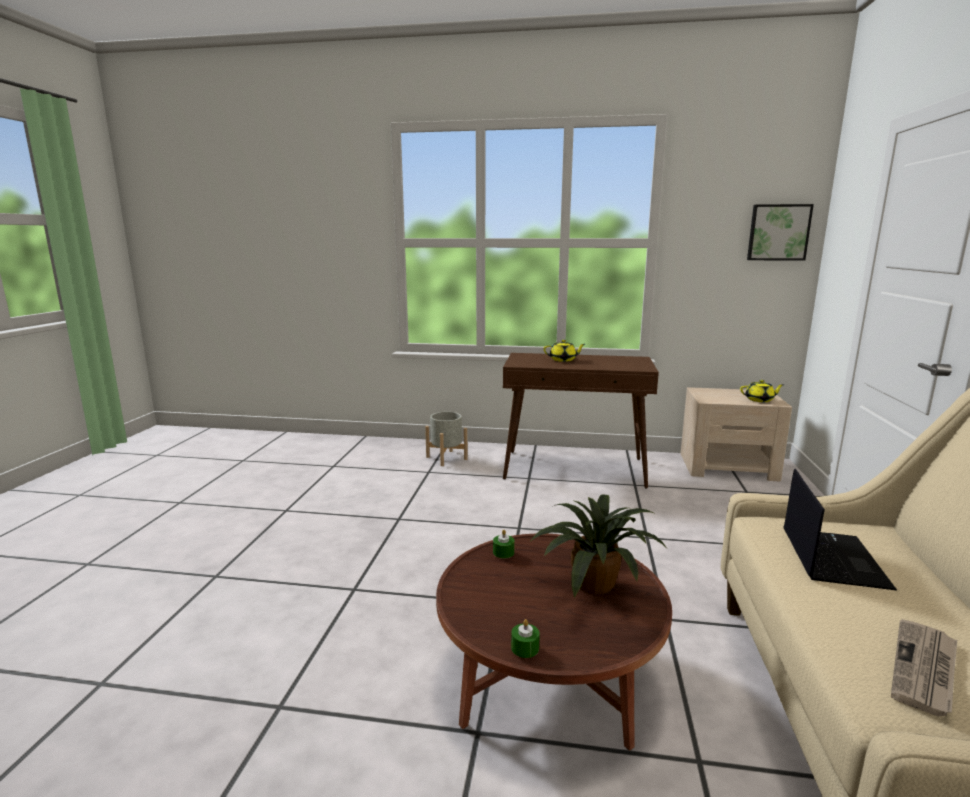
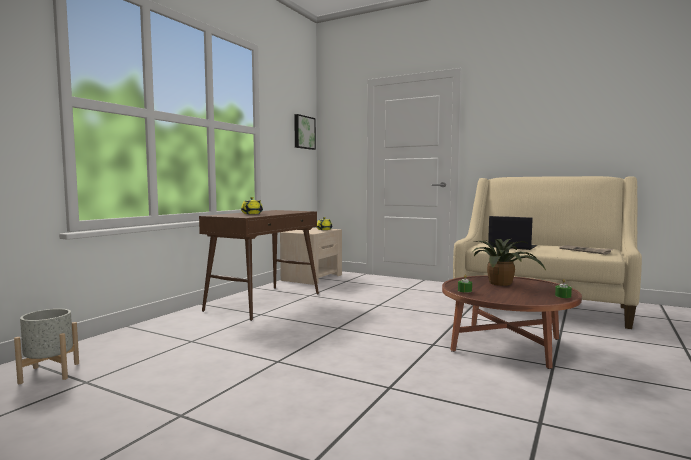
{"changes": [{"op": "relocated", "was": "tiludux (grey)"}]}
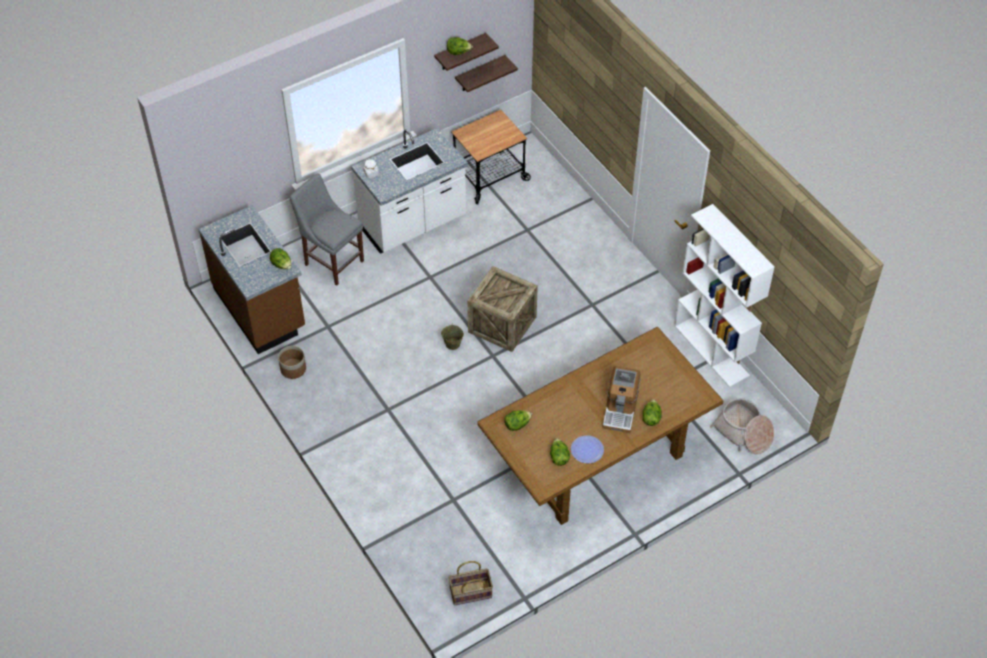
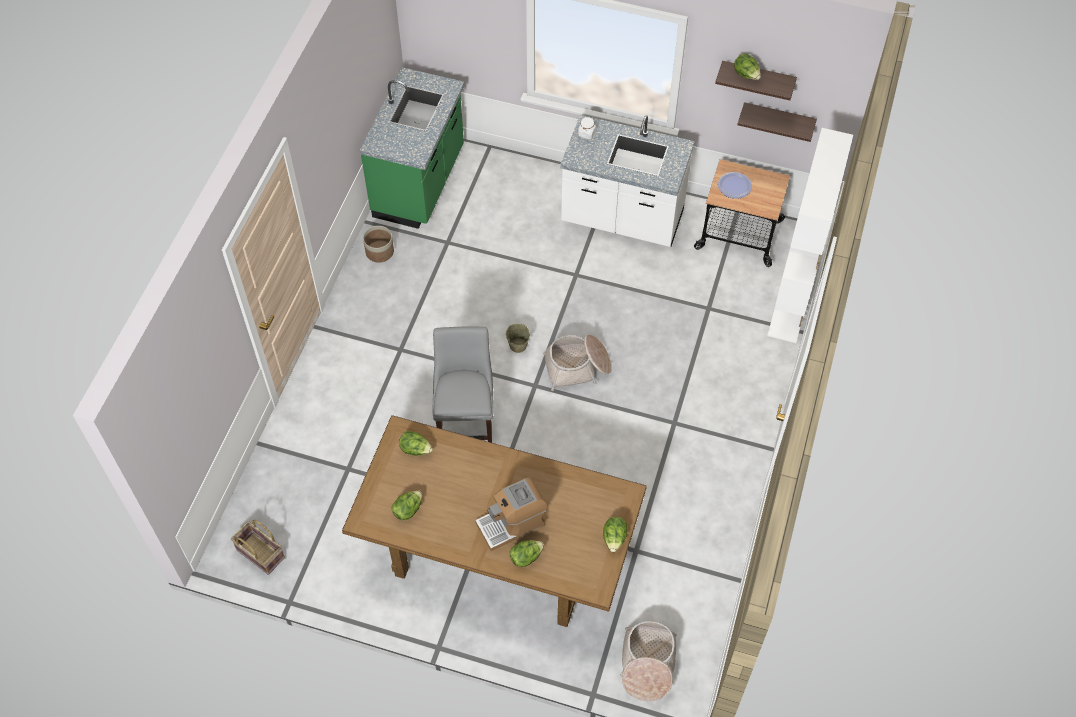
{"changes": [{"op": "relocated", "was": "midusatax (no. 1 from left in the first image)", "now": "midusatax (no. 4 from left)"}, {"op": "relocated", "was": "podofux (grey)"}, {"op": "relocated", "was": "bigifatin"}, {"op": "relocated", "was": "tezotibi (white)"}, {"op": "exchanged", "was": "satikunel", "now": "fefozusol (no. 2 from left)"}, {"op": "colour", "was": "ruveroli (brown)", "now": "ruveroli (green)"}]}
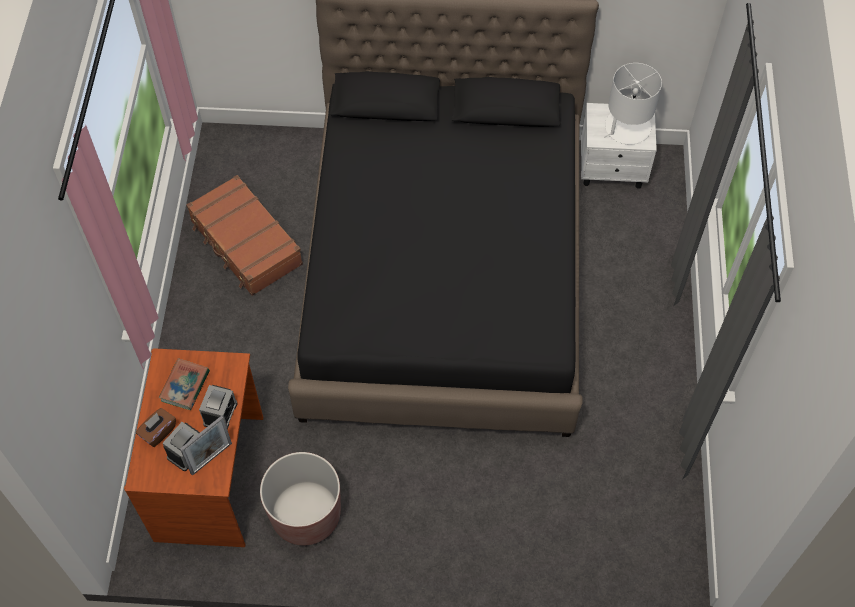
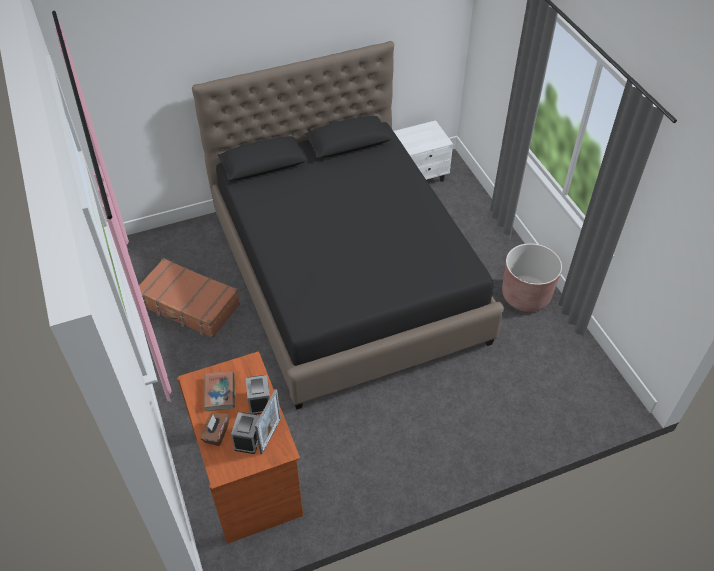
{"changes": [{"op": "missing", "was": "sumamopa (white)"}, {"op": "relocated", "was": "tiludux (brown)"}]}
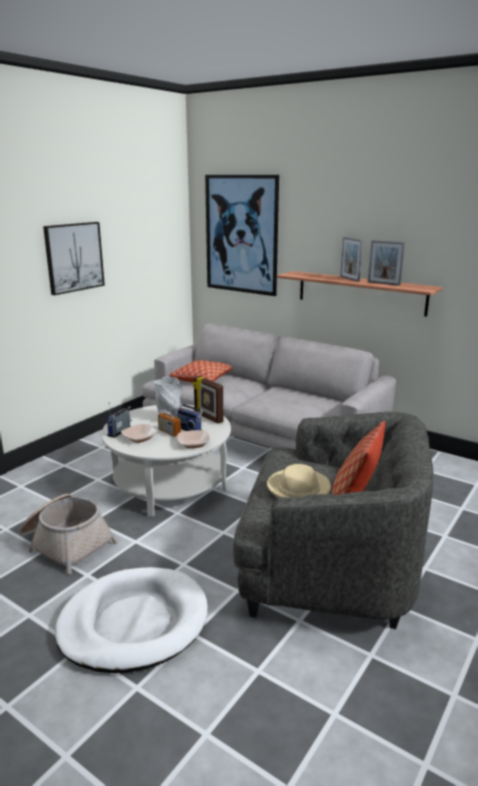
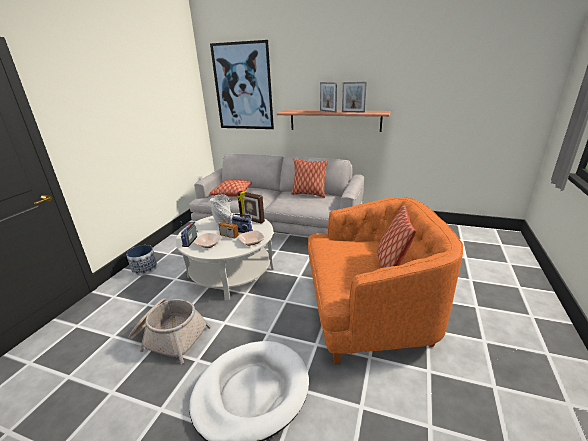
{"changes": [{"op": "missing", "was": "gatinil (no. 1 from left)"}, {"op": "missing", "was": "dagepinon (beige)"}, {"op": "appeared", "now": "tiludux"}, {"op": "appeared", "now": "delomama (no. 2 from left)"}, {"op": "colour", "was": "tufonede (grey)", "now": "tufonede (orange)"}]}
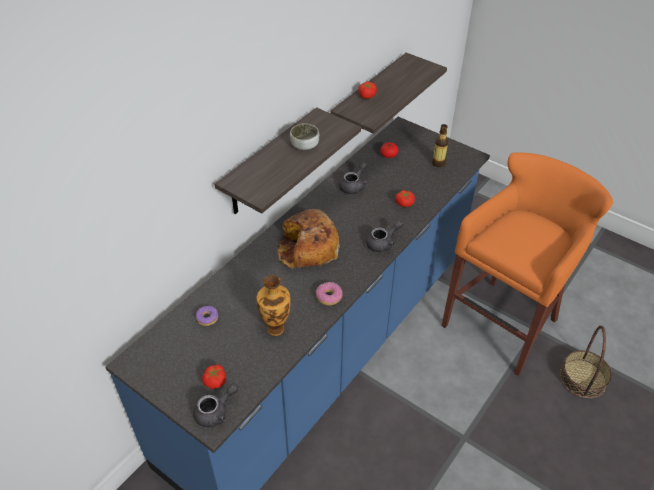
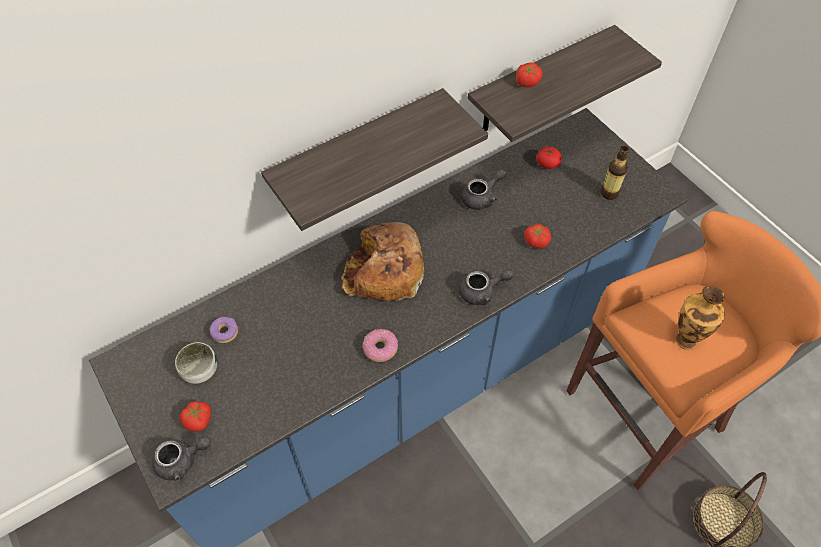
{"changes": [{"op": "relocated", "was": "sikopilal"}, {"op": "relocated", "was": "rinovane"}]}
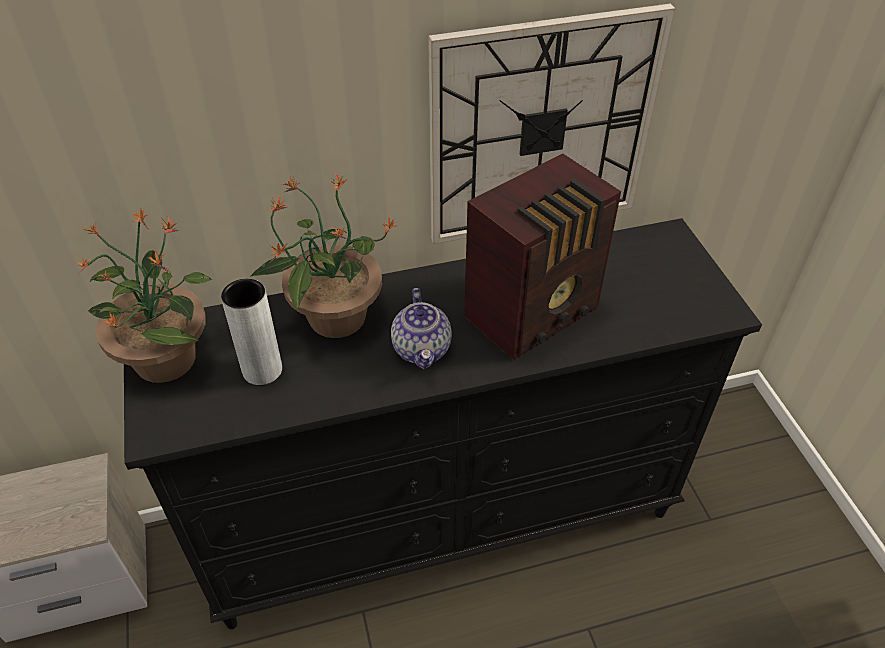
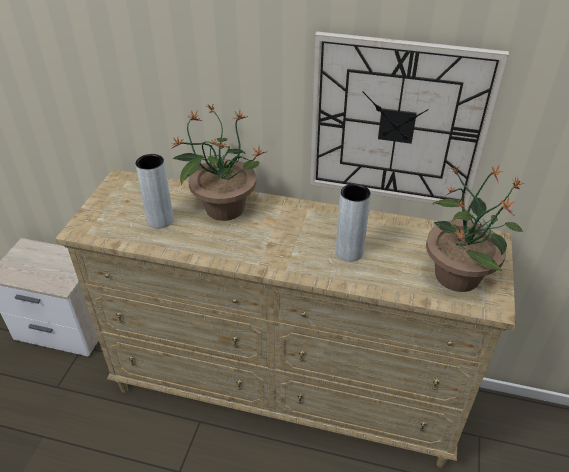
{"changes": [{"op": "missing", "was": "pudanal"}, {"op": "relocated", "was": "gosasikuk (no. 1 from left in the first image)", "now": "gosasikuk (no. 2 from left)"}, {"op": "exchanged", "was": "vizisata", "now": "sikopilal (grey) (no. 2 from left)"}, {"op": "colour", "was": "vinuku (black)", "now": "vinuku (beige)"}]}
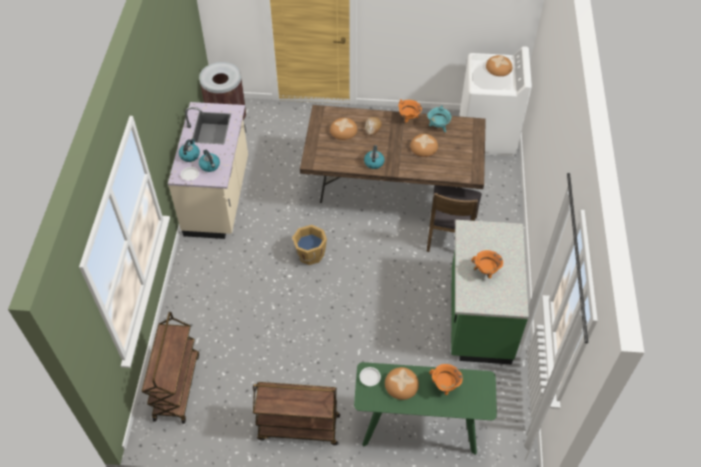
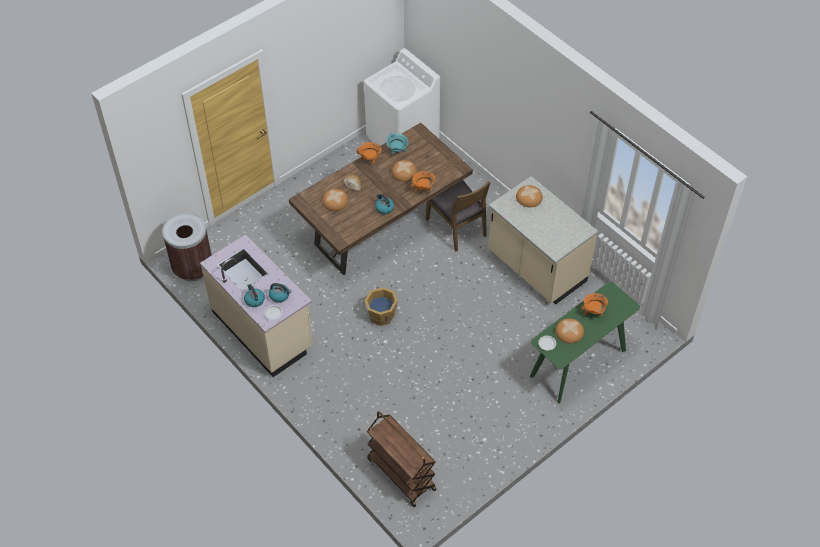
{"changes": [{"op": "missing", "was": "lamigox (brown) (no. 2 from left)"}, {"op": "relocated", "was": "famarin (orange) (no. 3 from left in the first image)", "now": "famarin (orange) (no. 2 from left)"}, {"op": "relocated", "was": "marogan (no. 5 from left in the first image)", "now": "marogan (no. 4 from left)"}, {"op": "colour", "was": "ruveroli (green)", "now": "ruveroli (beige) (no. 2 from left)"}]}
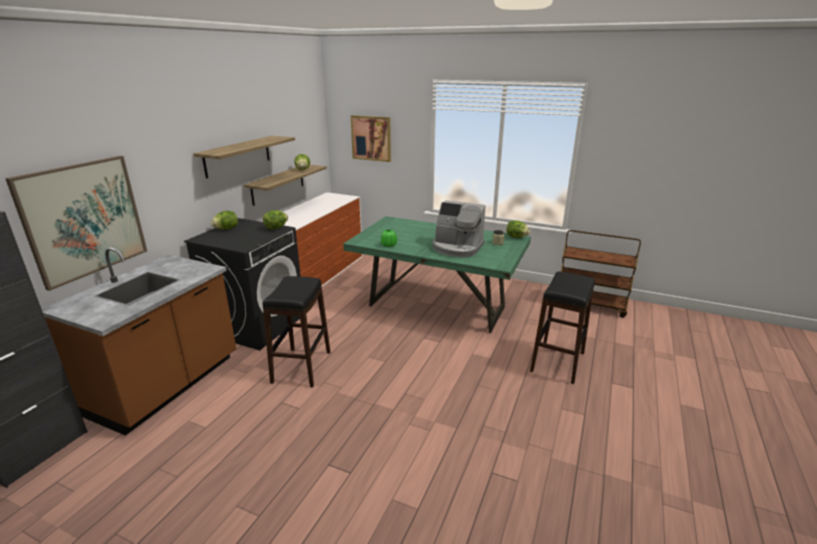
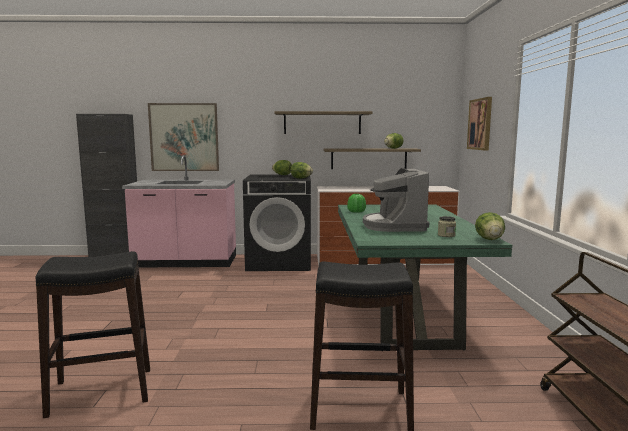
{"changes": [{"op": "relocated", "was": "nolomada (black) (no. 1 from left)"}, {"op": "colour", "was": "ruveroli (brown)", "now": "ruveroli (pink)"}]}
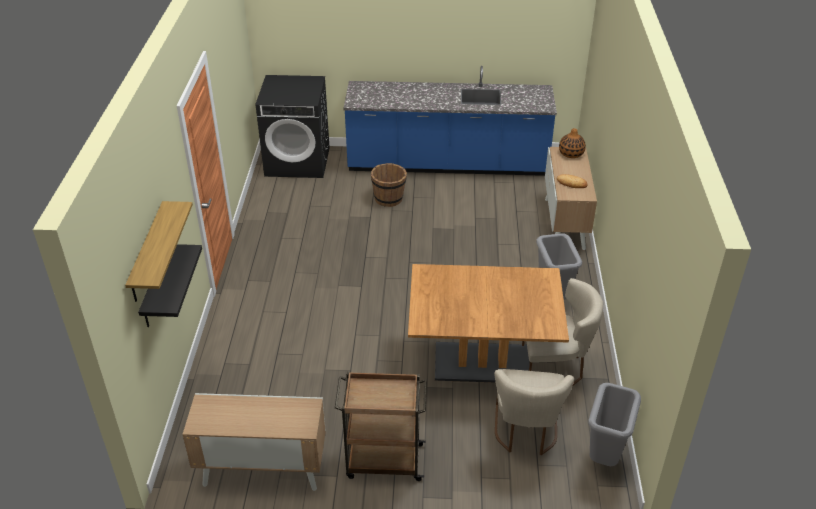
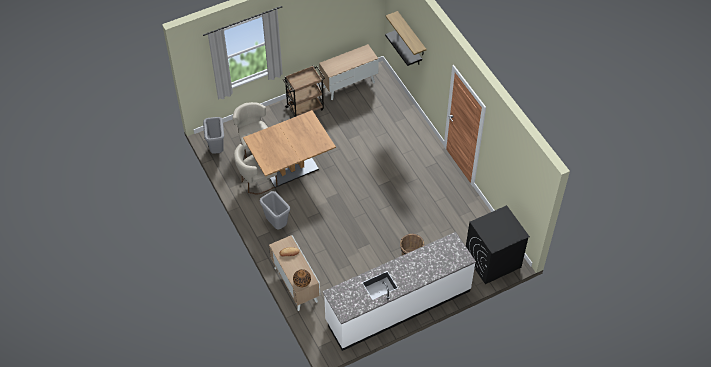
{"changes": [{"op": "colour", "was": "ruveroli (blue)", "now": "ruveroli (white)"}]}
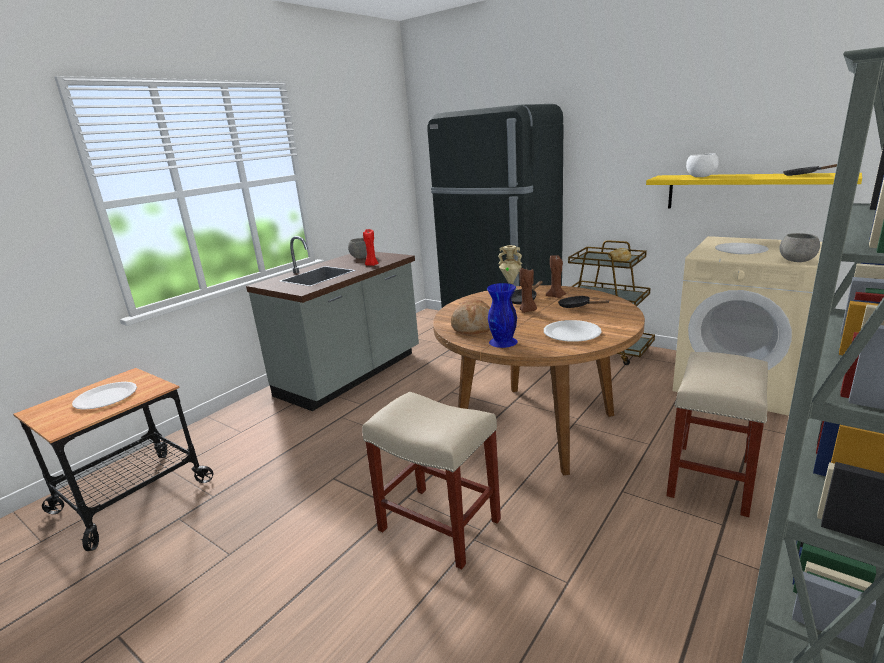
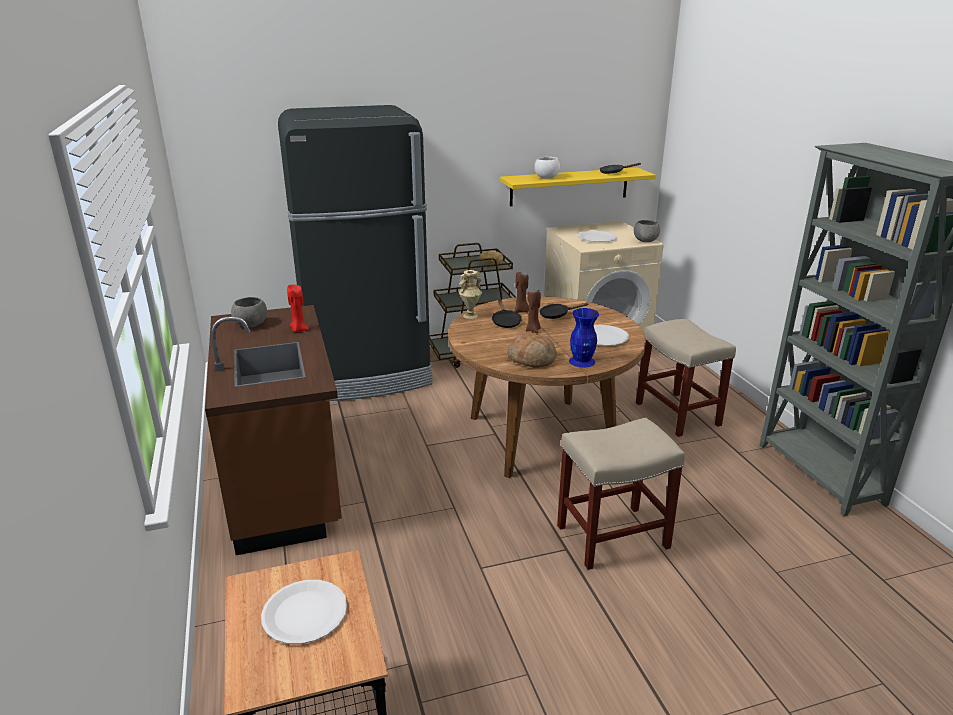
{"changes": [{"op": "colour", "was": "ruveroli (grey)", "now": "ruveroli (brown)"}]}
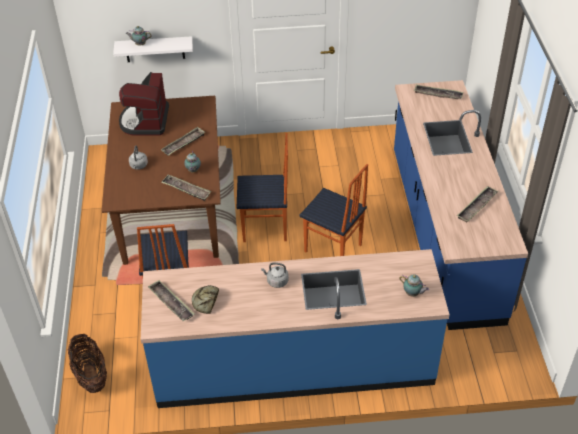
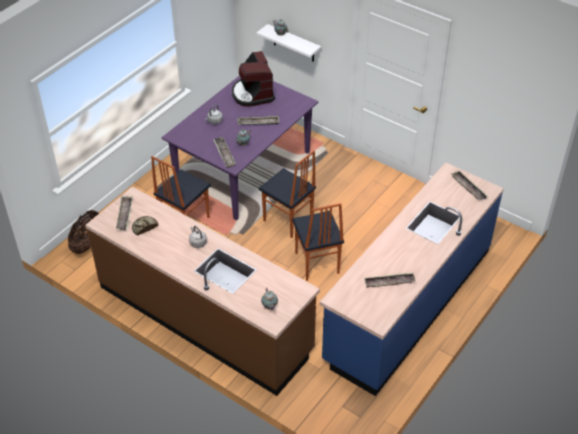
{"changes": [{"op": "colour", "was": "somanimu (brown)", "now": "somanimu (purple)"}, {"op": "colour", "was": "ruveroli (blue) (no. 1 from left)", "now": "ruveroli (brown)"}, {"op": "spun", "was": "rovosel", "clockwise": -60}]}
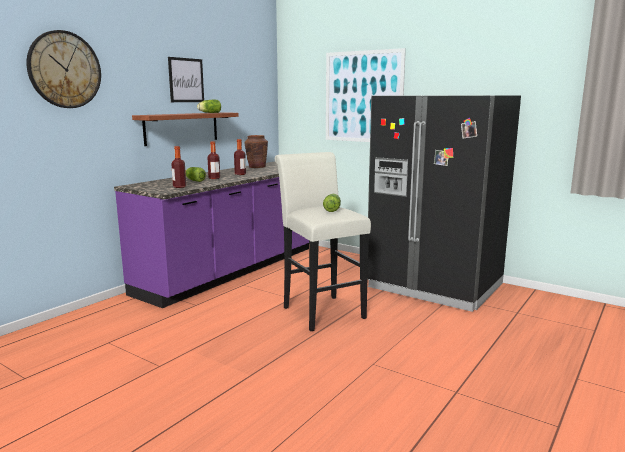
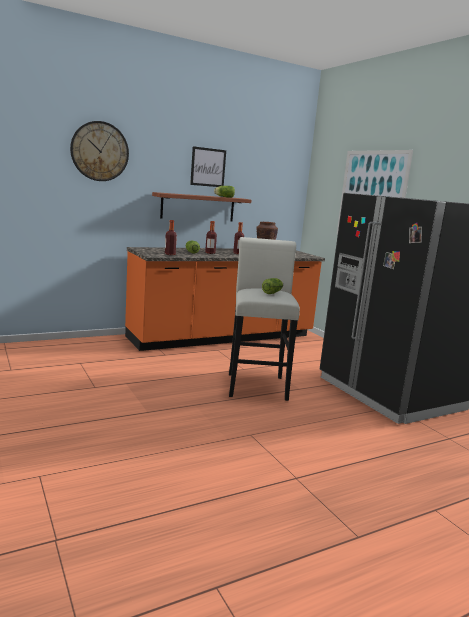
{"changes": [{"op": "colour", "was": "ruveroli (purple)", "now": "ruveroli (orange)"}]}
